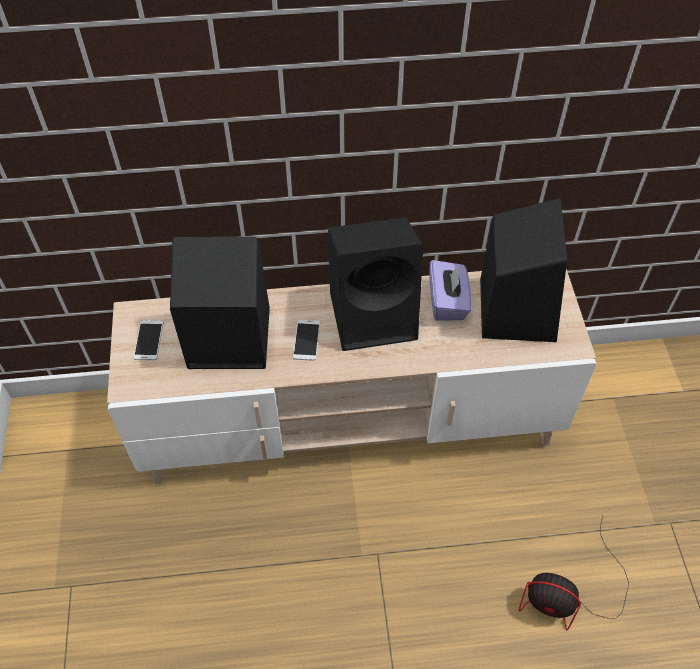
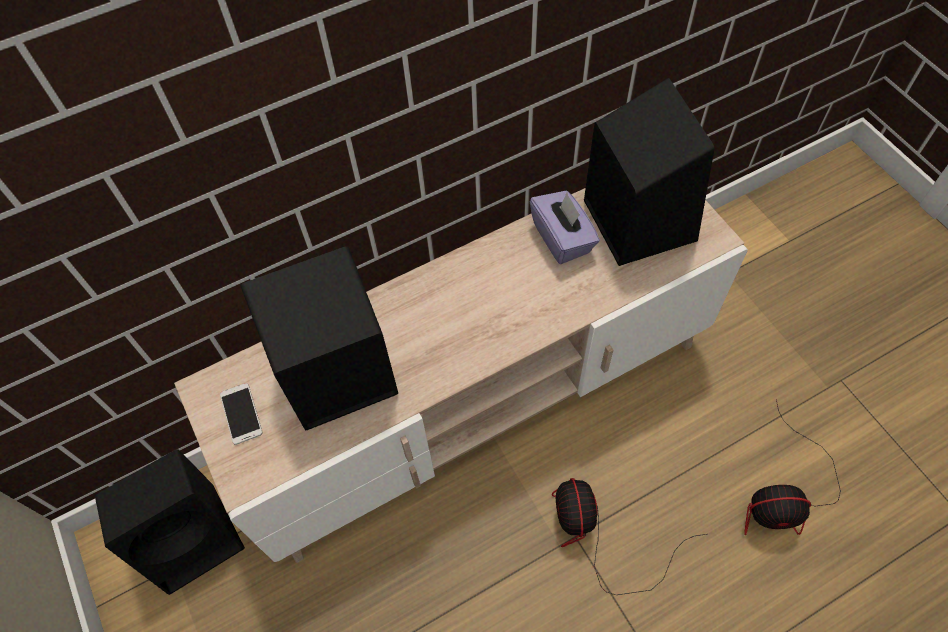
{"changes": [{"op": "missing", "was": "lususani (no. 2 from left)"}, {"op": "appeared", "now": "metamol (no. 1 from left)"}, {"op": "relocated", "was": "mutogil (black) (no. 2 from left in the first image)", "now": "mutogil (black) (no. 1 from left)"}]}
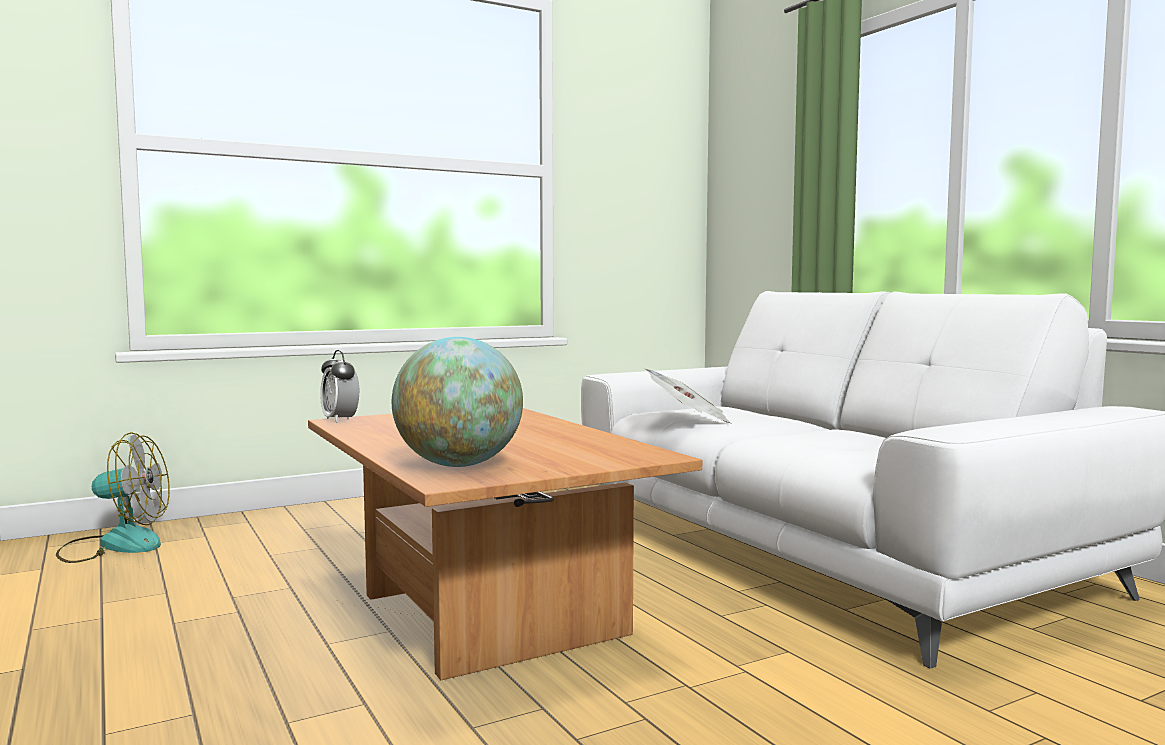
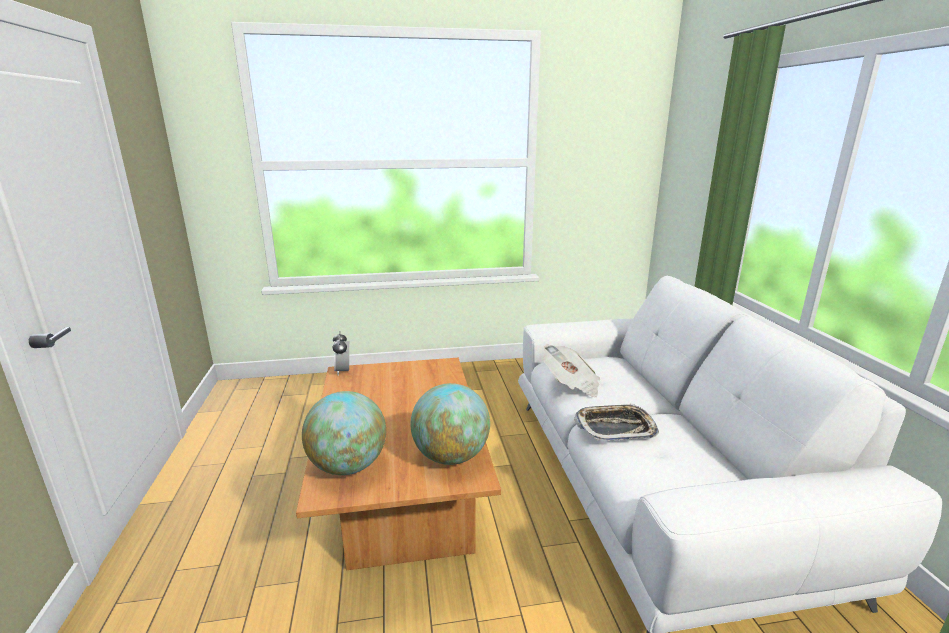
{"changes": [{"op": "missing", "was": "metamol"}, {"op": "appeared", "now": "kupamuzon (no. 2 from left)"}, {"op": "appeared", "now": "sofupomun"}]}
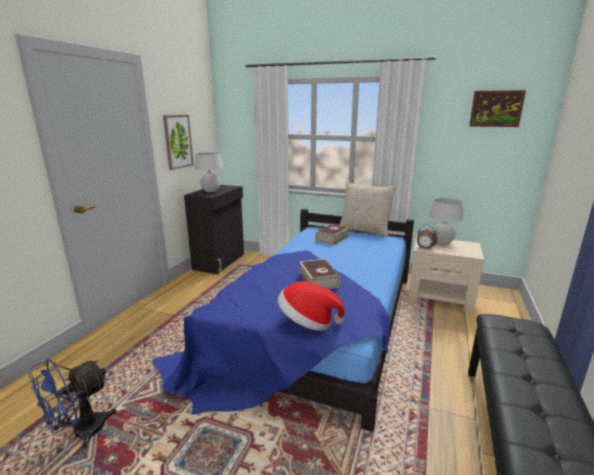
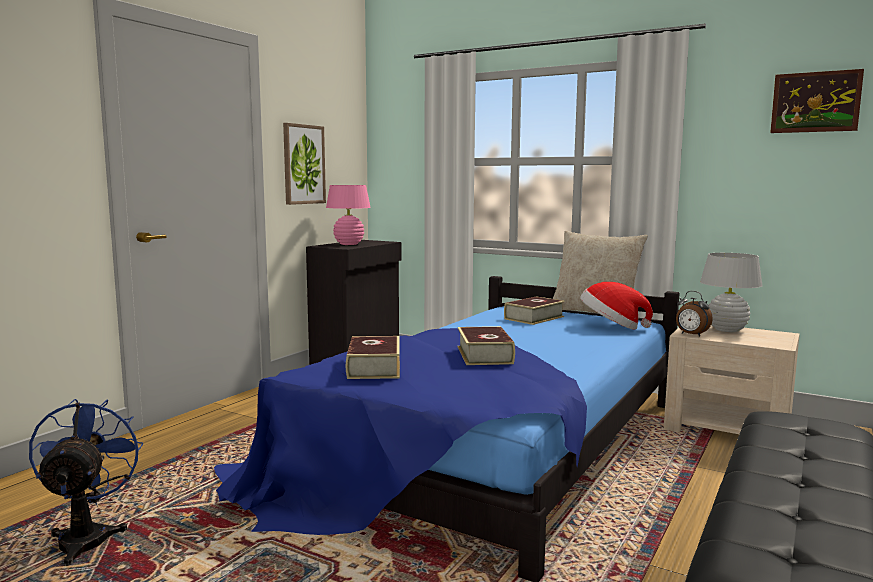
{"changes": [{"op": "appeared", "now": "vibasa (no. 1 from left)"}, {"op": "relocated", "was": "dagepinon"}, {"op": "colour", "was": "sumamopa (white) (no. 1 from left)", "now": "sumamopa (pink)"}, {"op": "spun", "was": "metamol (blue)", "clockwise": 120}]}
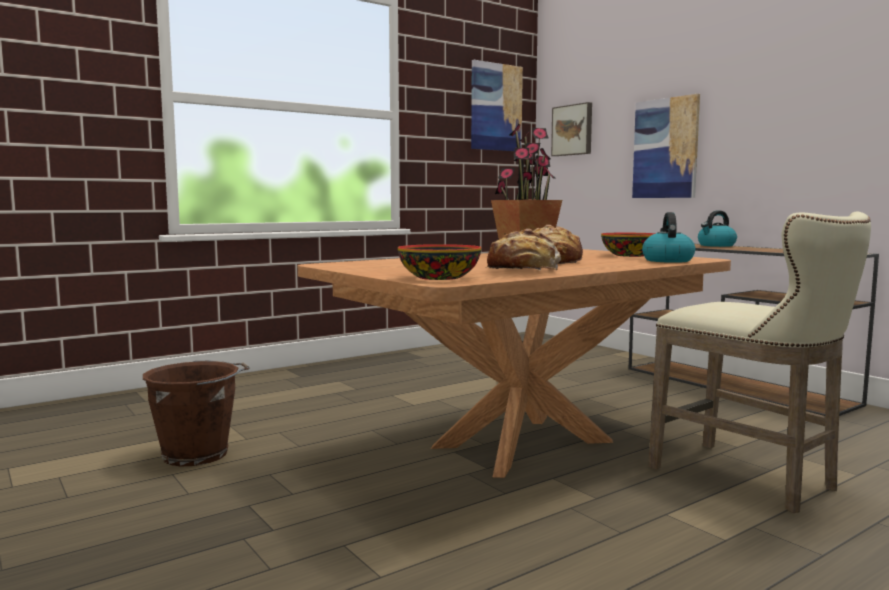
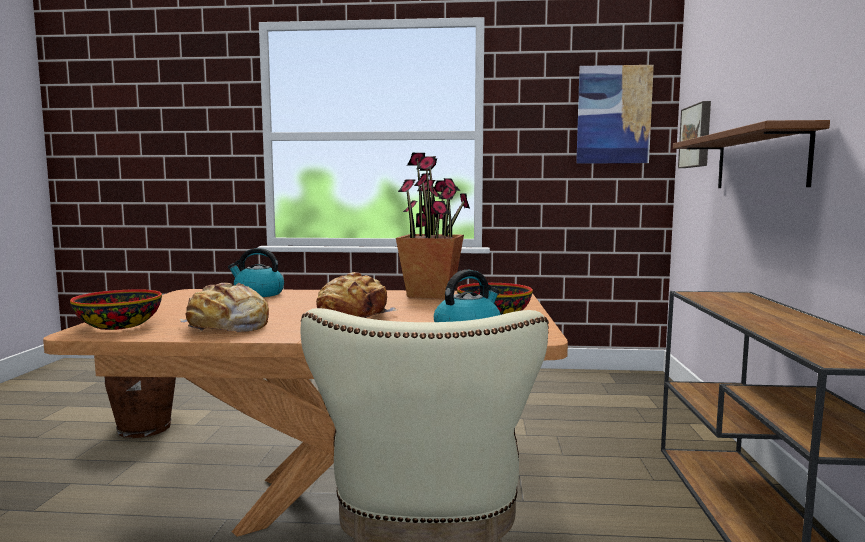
{"changes": [{"op": "relocated", "was": "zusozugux (no. 2 from left in the first image)", "now": "zusozugux (no. 1 from left)"}, {"op": "exchanged", "was": "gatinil (no. 3 from left)", "now": "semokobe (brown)"}]}
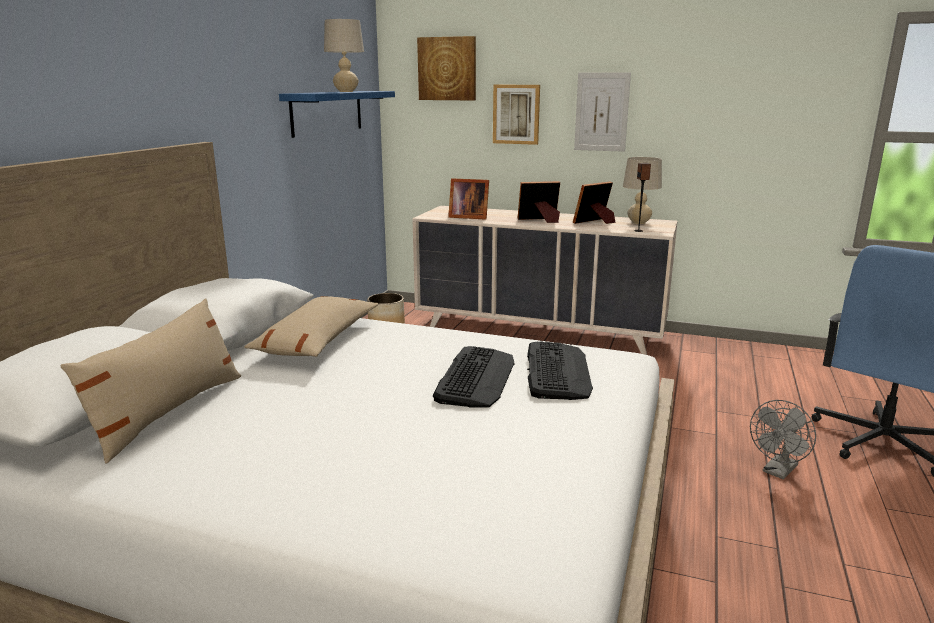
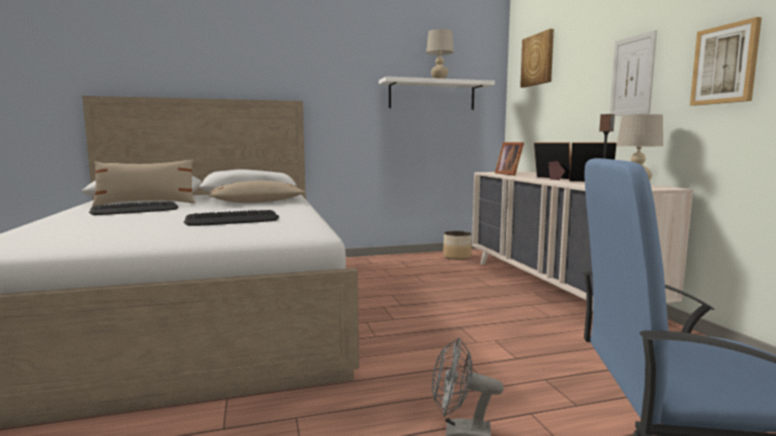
{"changes": [{"op": "relocated", "was": "gatinil (no. 2 from left in the first image)", "now": "gatinil (no. 3 from left)"}, {"op": "relocated", "was": "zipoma (no. 2 from left in the first image)", "now": "zipoma (no. 1 from left)"}, {"op": "colour", "was": "semokobe (blue)", "now": "semokobe (white)"}]}
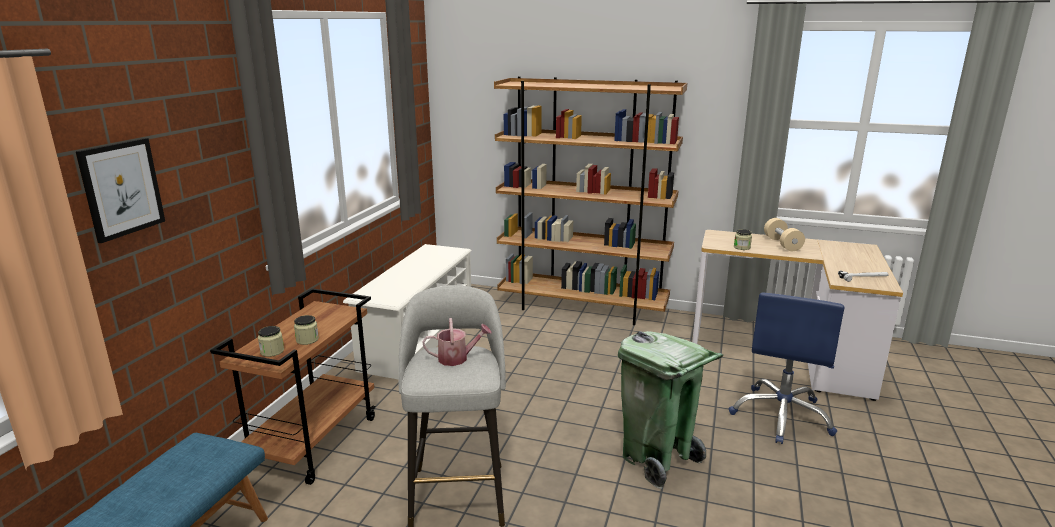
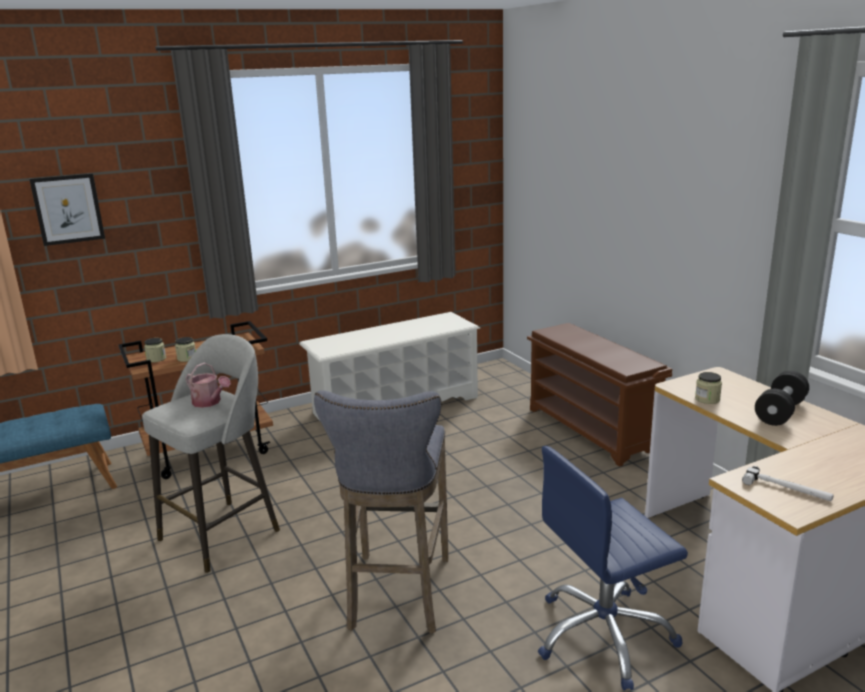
{"changes": [{"op": "exchanged", "was": "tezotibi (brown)", "now": "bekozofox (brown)"}, {"op": "exchanged", "was": "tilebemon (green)", "now": "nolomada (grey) (no. 2 from left)"}, {"op": "colour", "was": "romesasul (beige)", "now": "romesasul (black)"}]}
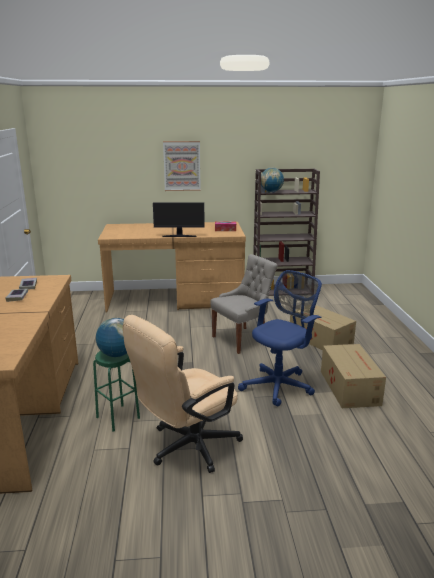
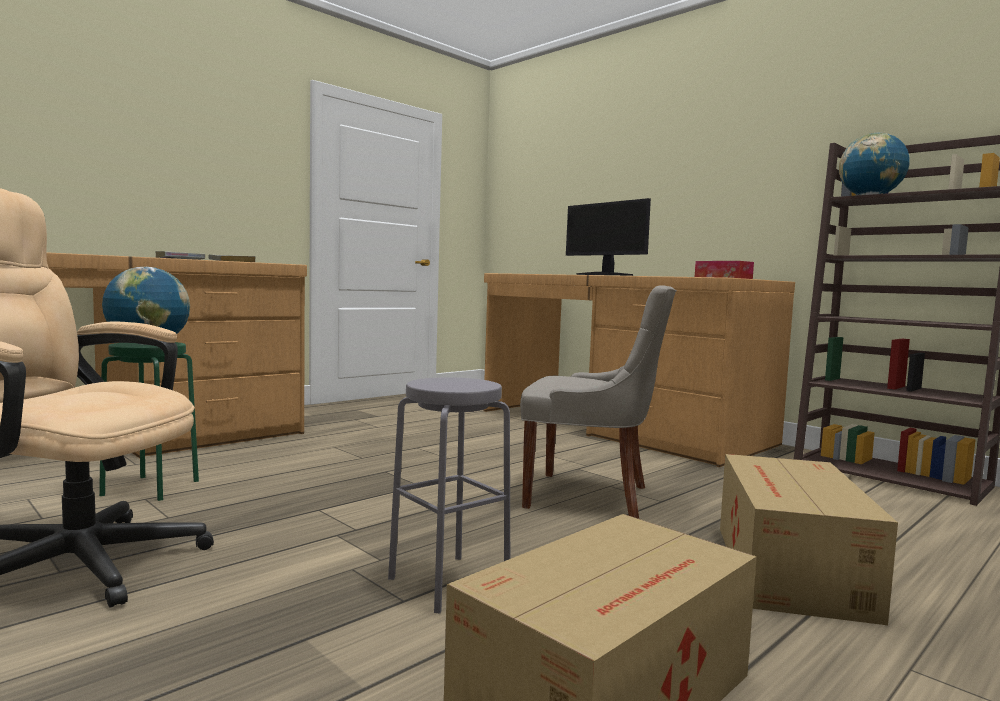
{"changes": [{"op": "missing", "was": "gatinil"}, {"op": "exchanged", "was": "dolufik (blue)", "now": "nolomada (grey)"}]}
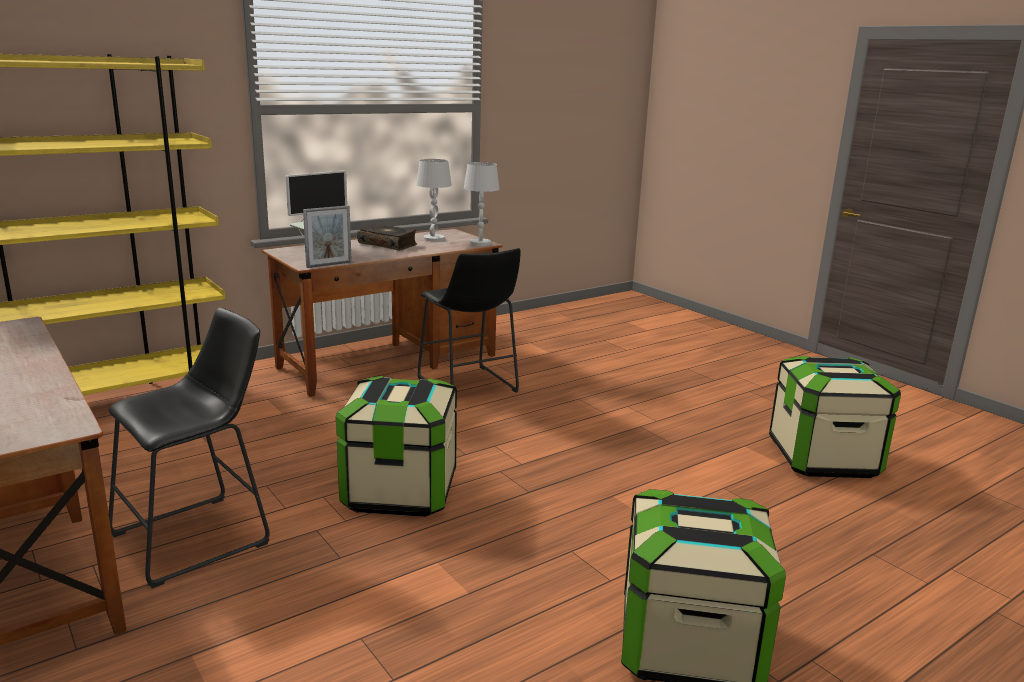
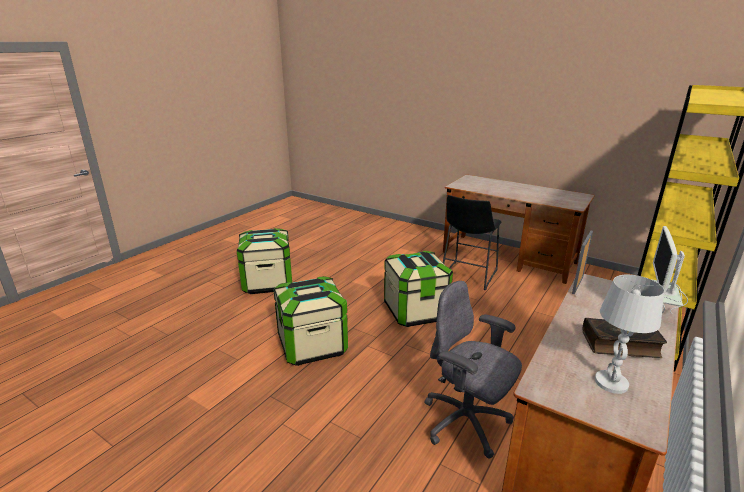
{"changes": [{"op": "missing", "was": "sumamopa (white) (no. 2 from left)"}, {"op": "relocated", "was": "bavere (no. 3 from left in the first image)", "now": "bavere (no. 2 from left)"}, {"op": "exchanged", "was": "nolomada (black) (no. 2 from left)", "now": "dolufik (grey)"}]}
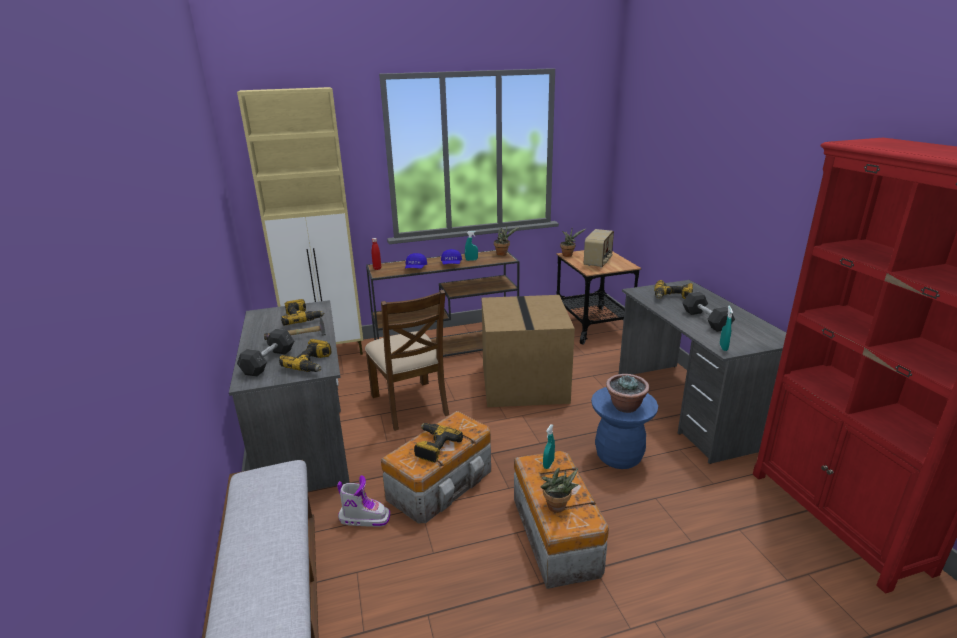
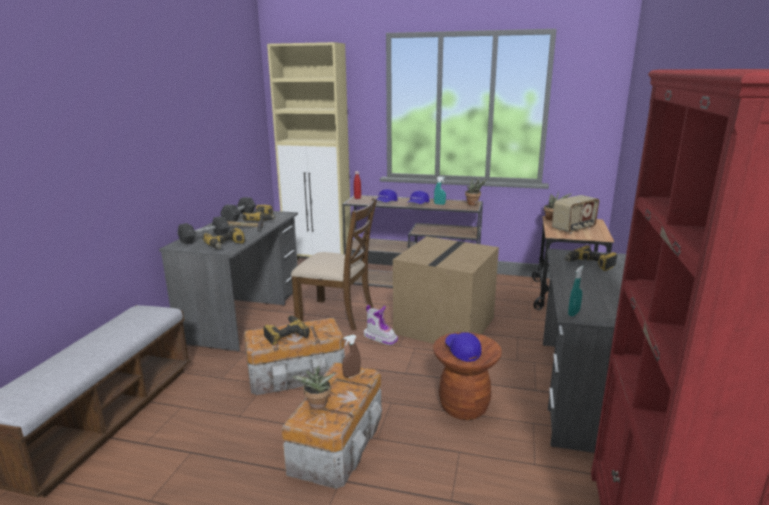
{"changes": [{"op": "relocated", "was": "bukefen"}, {"op": "relocated", "was": "romesasul (grey) (no. 2 from left)"}, {"op": "exchanged", "was": "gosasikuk (no. 4 from left)", "now": "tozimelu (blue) (no. 3 from left)"}, {"op": "colour", "was": "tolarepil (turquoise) (no. 2 from left)", "now": "tolarepil (brown)"}, {"op": "colour", "was": "nolomada (blue)", "now": "nolomada (brown)"}, {"op": "spun", "was": "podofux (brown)", "clockwise": -75}]}
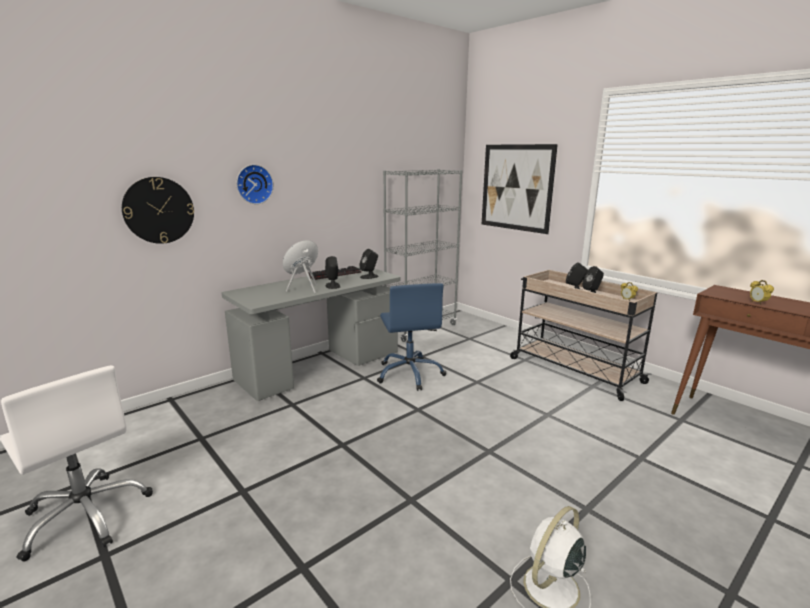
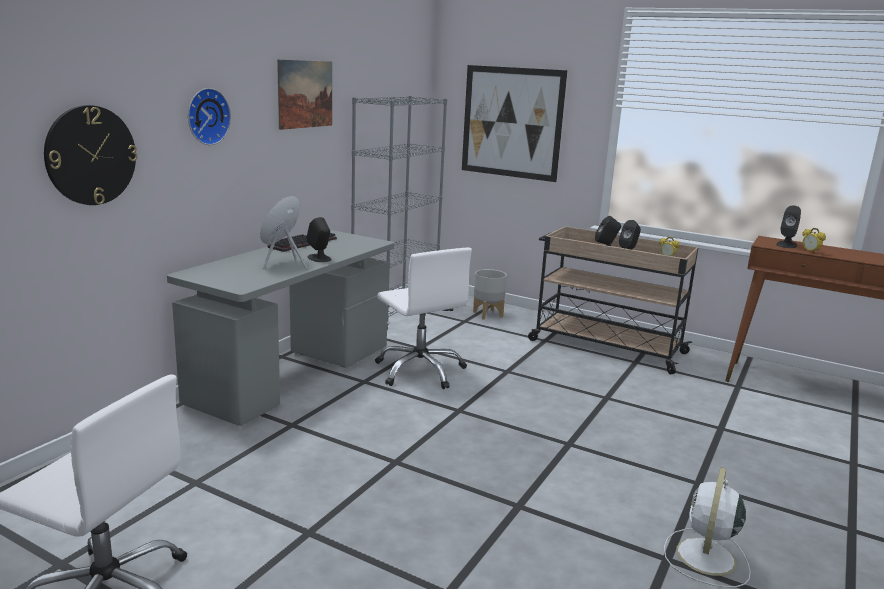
{"changes": [{"op": "appeared", "now": "gatinil (no. 1 from left)"}, {"op": "appeared", "now": "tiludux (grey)"}, {"op": "relocated", "was": "mutogil (black) (no. 2 from left in the first image)", "now": "mutogil (black) (no. 4 from left)"}, {"op": "colour", "was": "dolufik (blue)", "now": "dolufik (white) (no. 2 from left)"}]}
